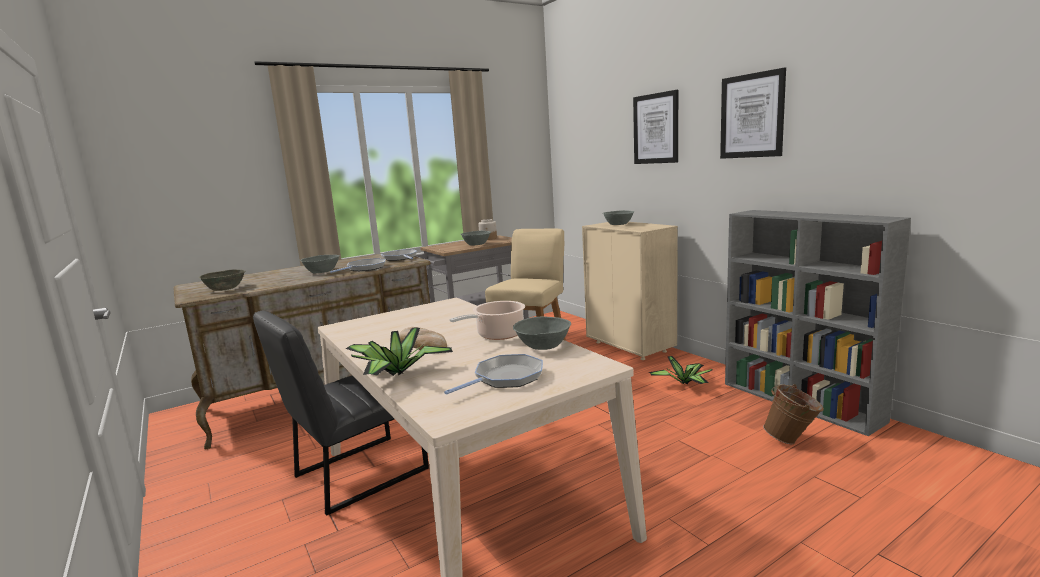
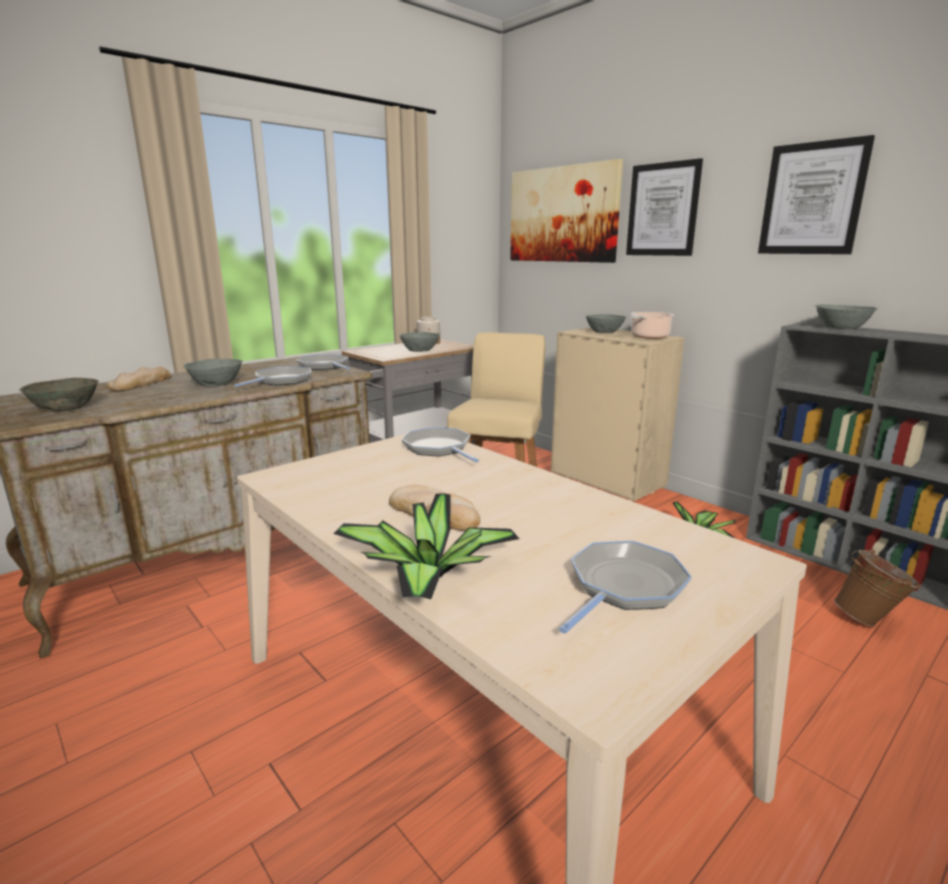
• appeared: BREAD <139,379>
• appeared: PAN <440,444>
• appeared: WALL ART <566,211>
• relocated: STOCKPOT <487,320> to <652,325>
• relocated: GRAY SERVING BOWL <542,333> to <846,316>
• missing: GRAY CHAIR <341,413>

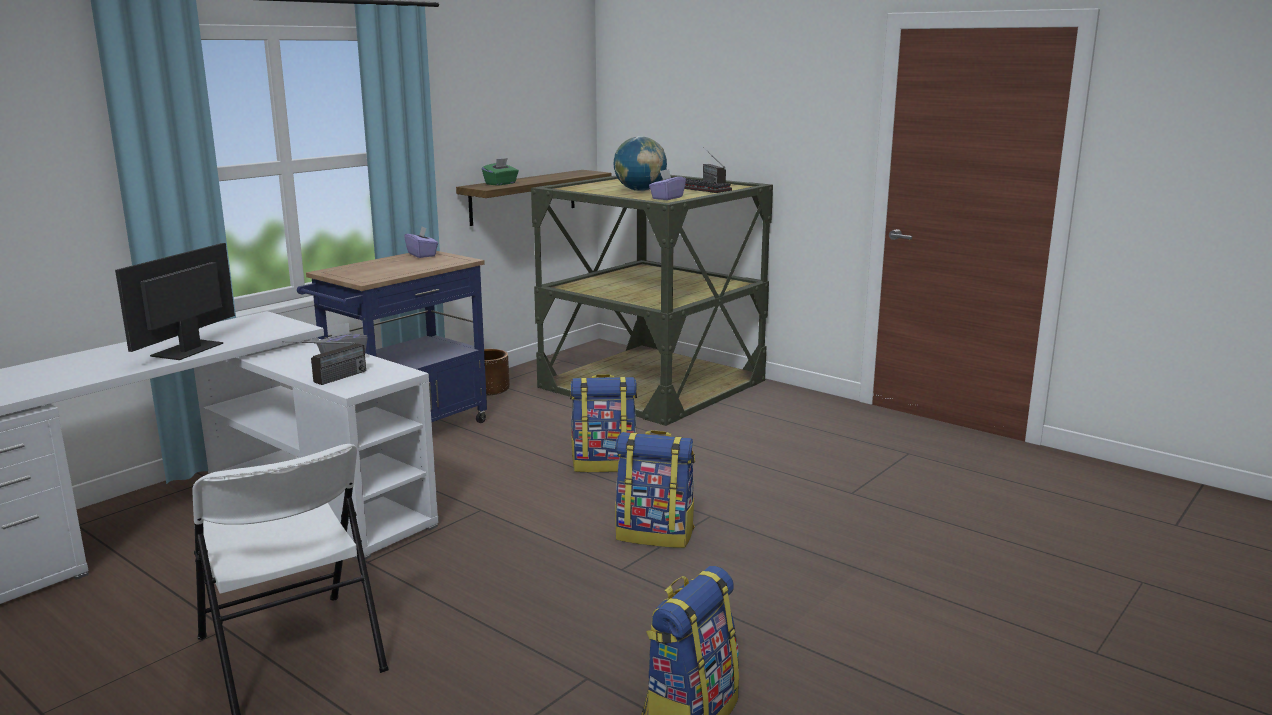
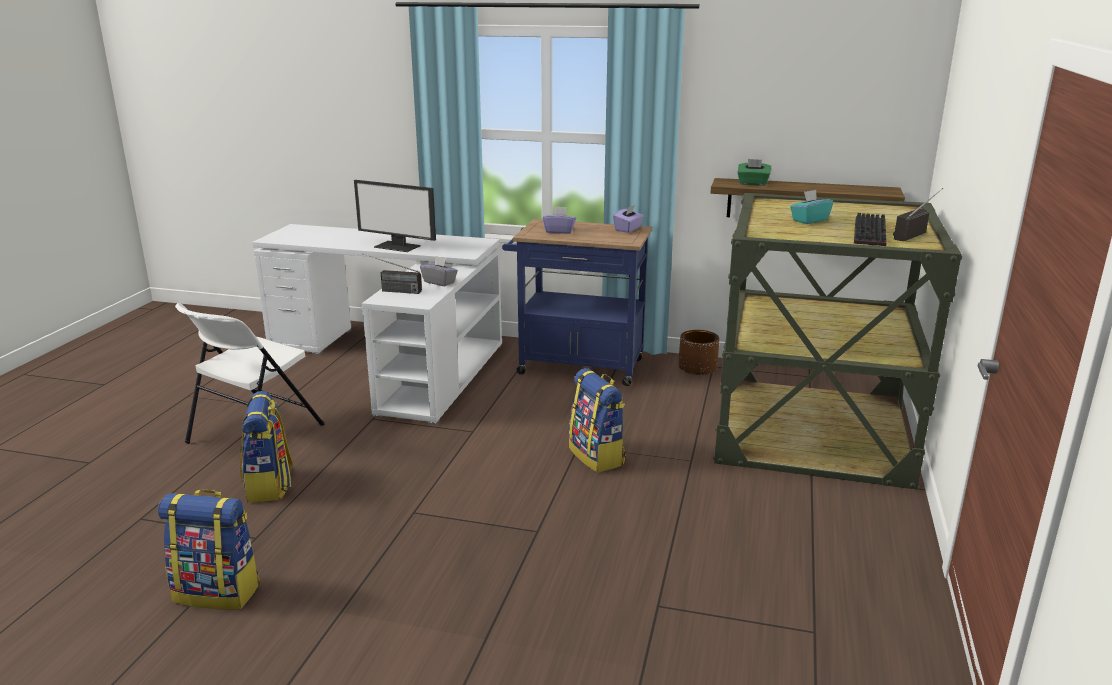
• relocated: RUCKSACK <655,489> to <267,447>
• spun: MONITOR <175,301> = <395,216> 150 degrees counterclockwise
• relocated: PURPLISH BOX OF TISSUES <667,184> to <559,220>
• exchanged: DESK GLOBE <640,163> to TURQUOISE BOX OF TISSUES <811,207>

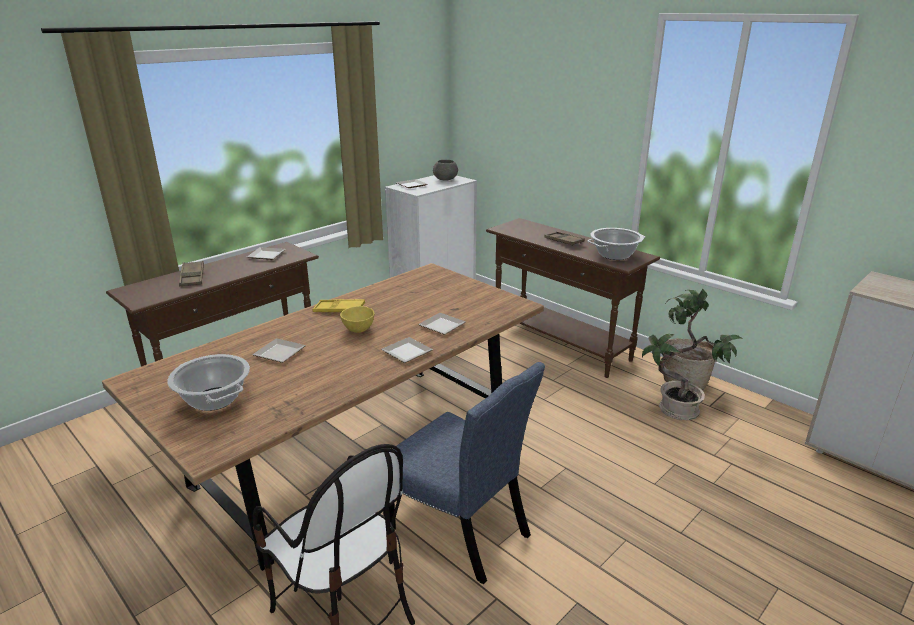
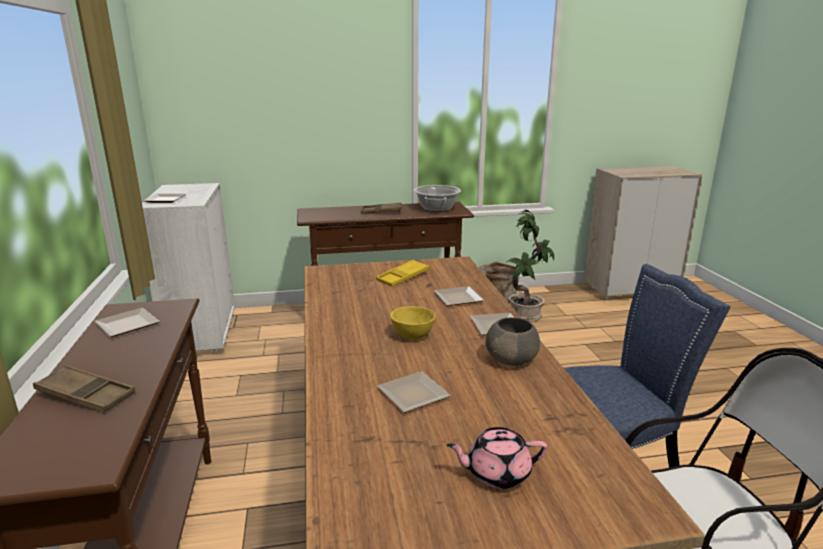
• relocated: YELLOWISH TRAY <338,305> to <402,273>
• exchanged: STOCKPOT <208,382> to PINKISH POT FOR TEA <497,458>
• relocated: GRAY SERVING BOWL <445,170> to <513,341>

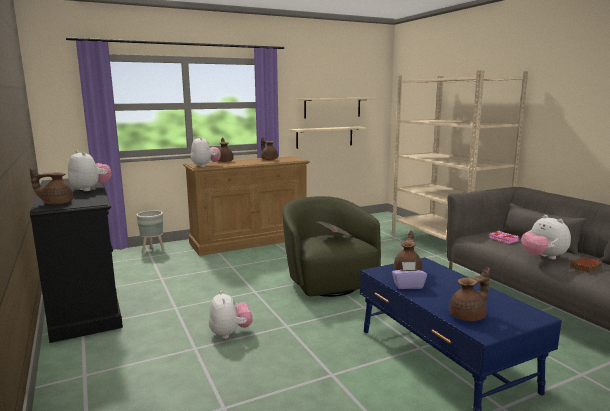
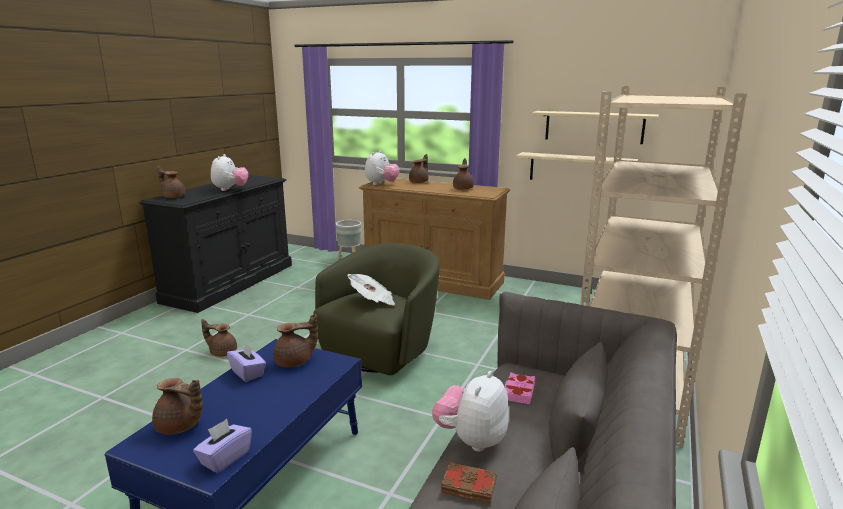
• appeared: PURPLISH BOX OF TISSUES <222,446>
• exchanged: PLUSH TOY <231,315> to BROWNISH POT FOR TEA <219,338>

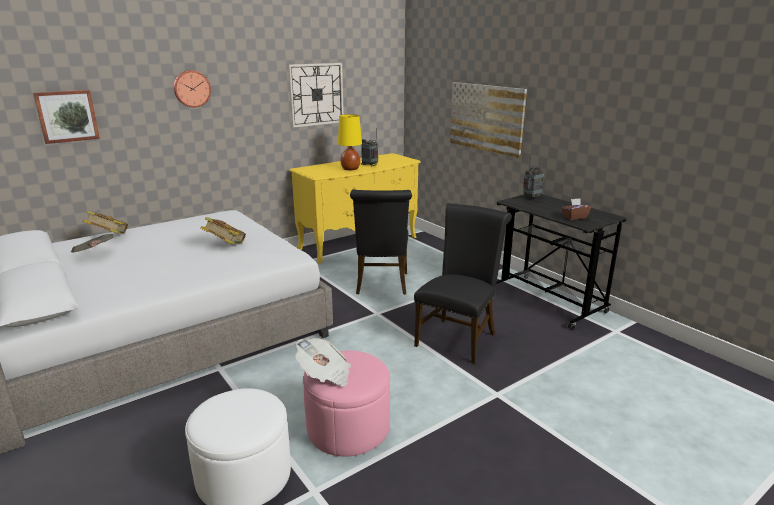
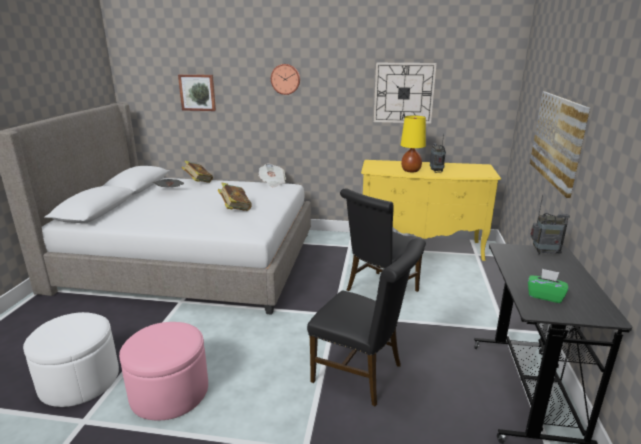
• relocated: DAILY PAPER <323,362> to <272,175>
• spun: BLACK CHAIR <463,283> = <366,322> 45 degrees clockwise
• colour: BROWNISH BOX OF TISSUES <576,209> to GREEN-COLOURED BOX OF TISSUES <548,285>

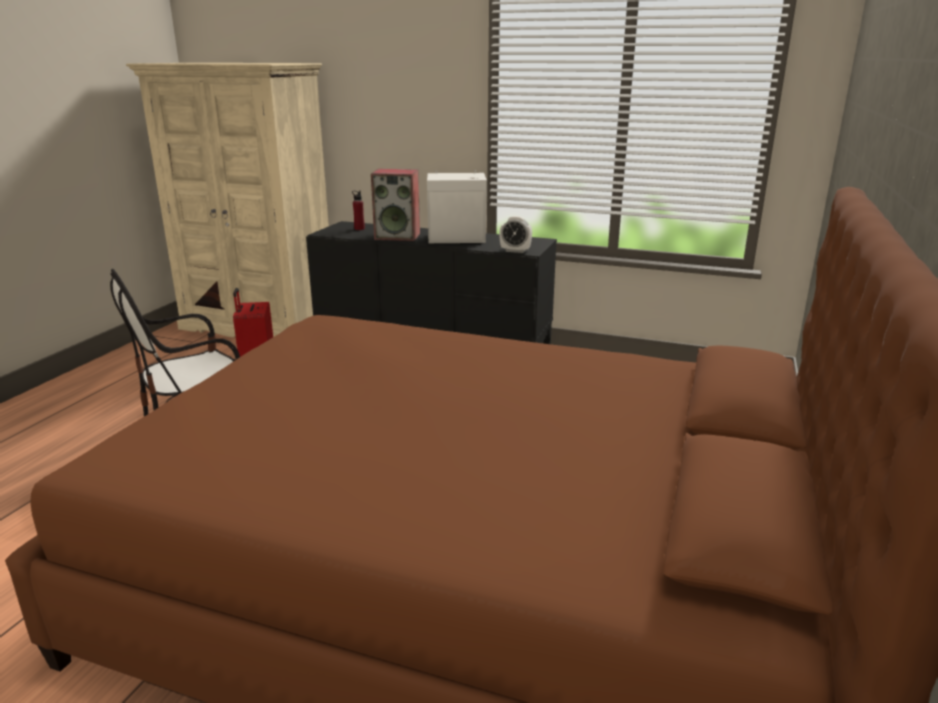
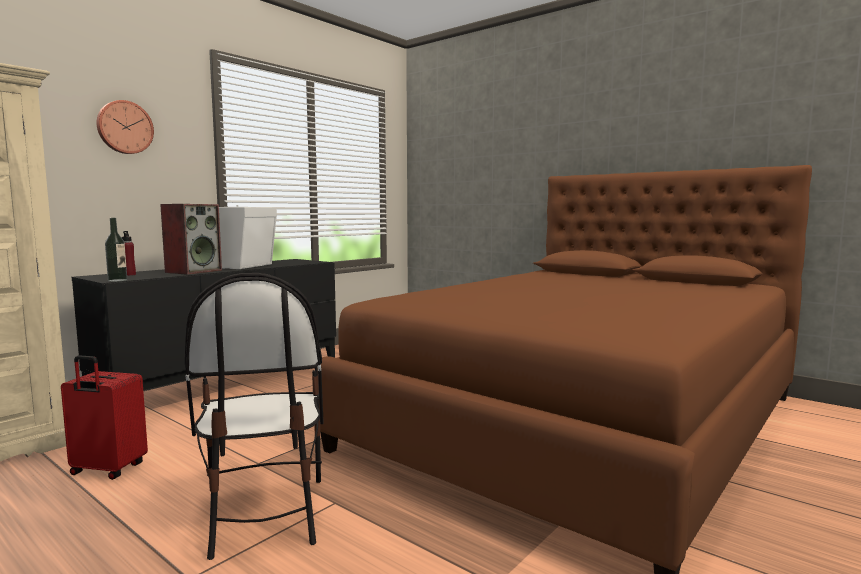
• appeared: CLOCK ON THE WALL <125,127>
• appeared: DRINK BOTTLE <116,250>
• missing: TABLE CLOCK <515,234>

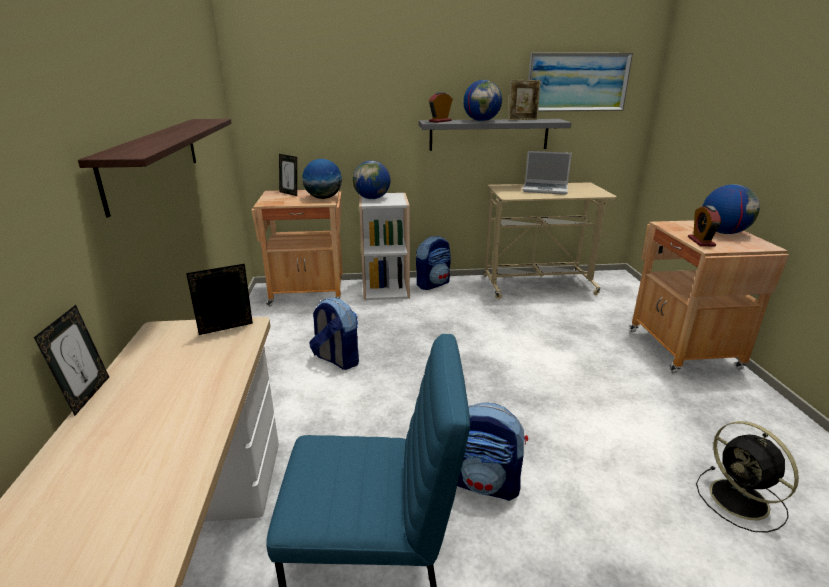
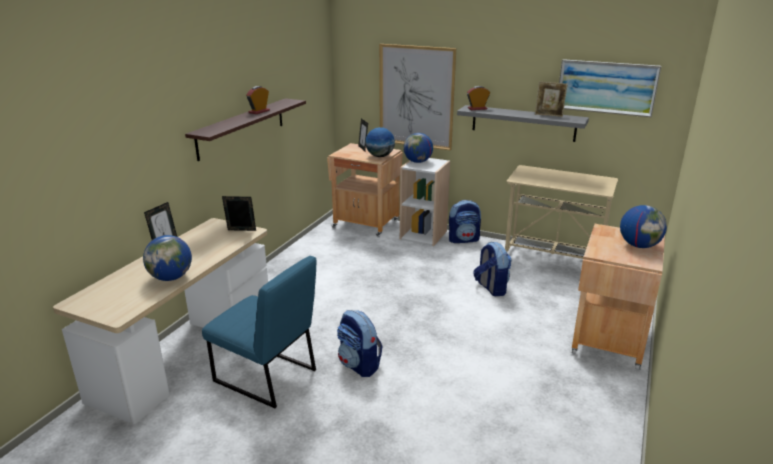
• relocated: DESK GLOBE <482,100> to <167,258>
• relocated: TABLE CLOCK <704,226> to <258,100>
• appeared: WALL ART <417,97>
• relocated: RUCKSACK <334,334> to <492,269>
• missing: LAPTOP <547,173>
• missing: BLACK FAN <747,477>

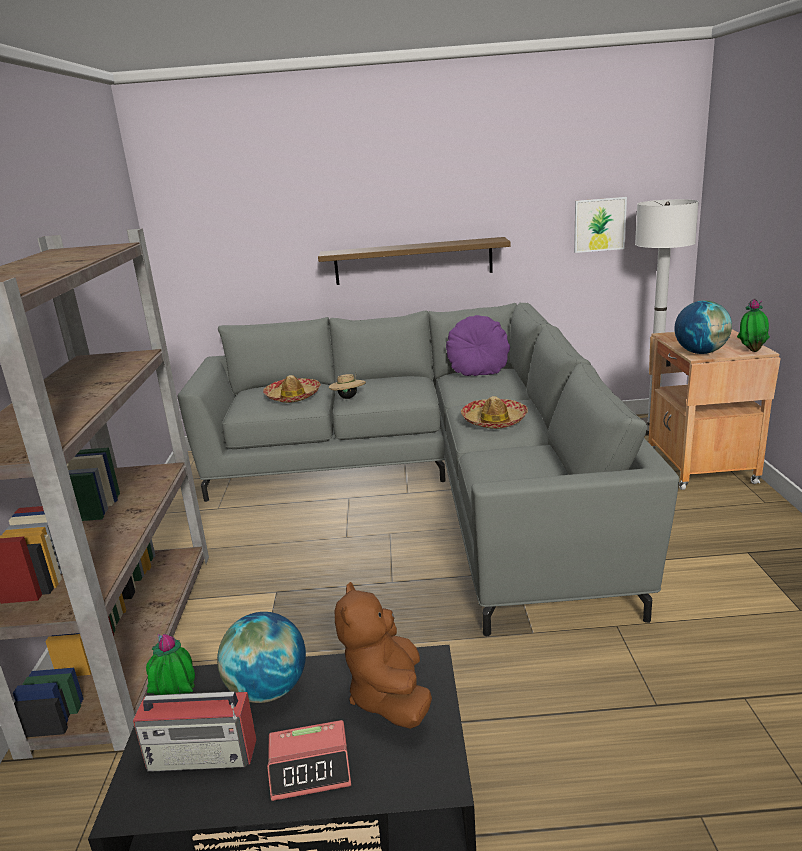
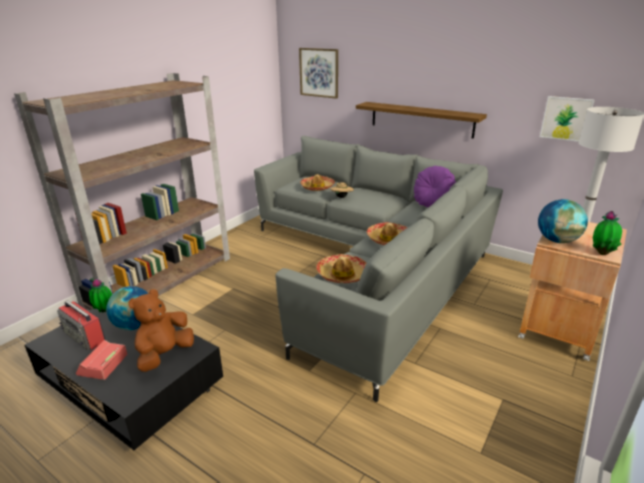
• spun: TABLE CLOCK <309,760> = <101,360> 75 degrees clockwise
• appeared: WALL ART <318,73>
• appeared: HAT <341,268>

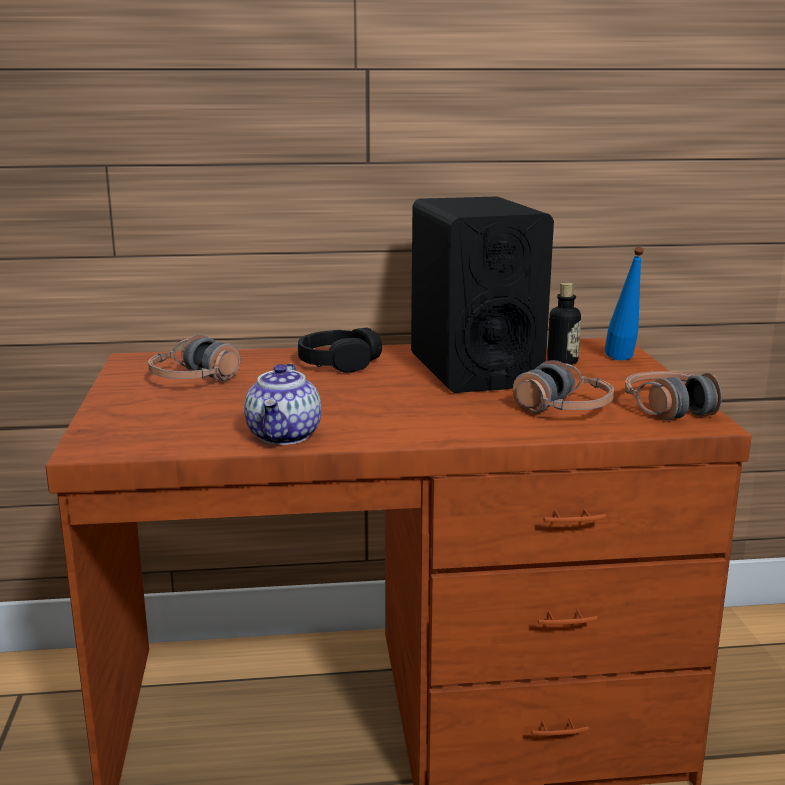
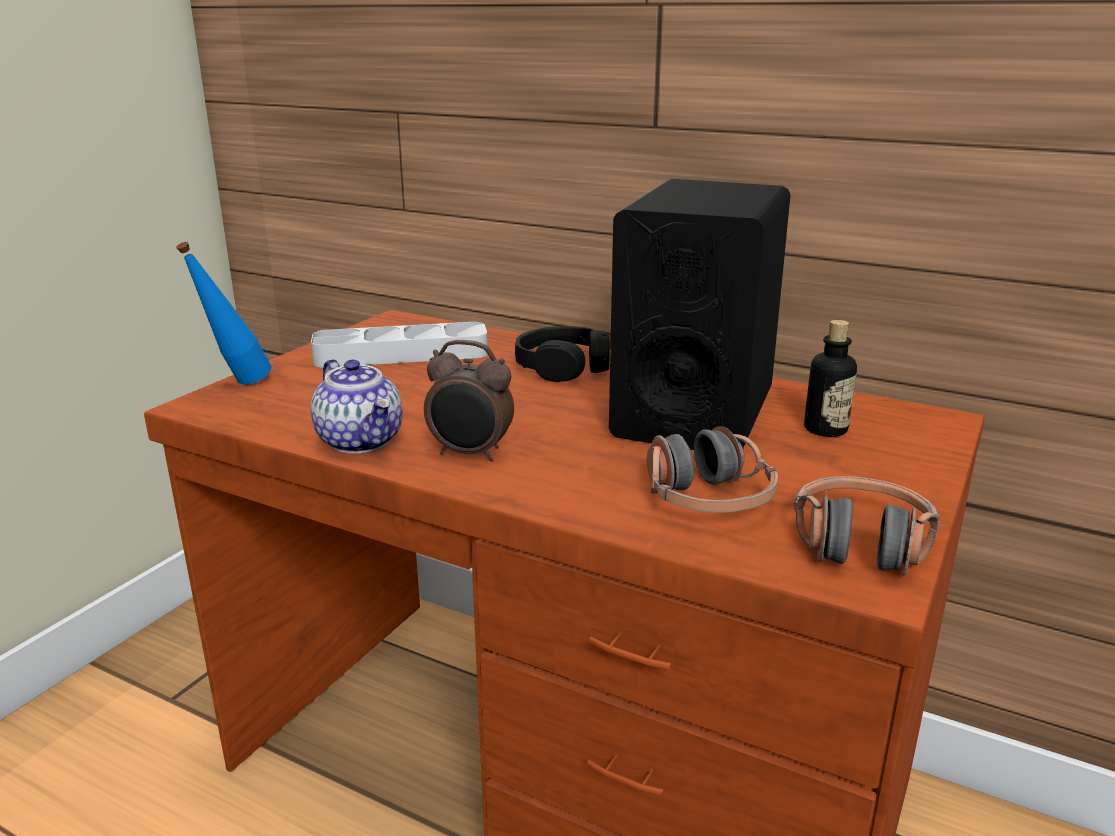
• relocated: BLUISH DRINK BOTTLE <624,303> to <223,313>
• exchanged: HEADPHONES <194,358> to GRAY TRAY <399,345>
• spun: POT FOR TEA <282,404> = <356,406> 75 degrees counterclockwise
• appeared: TABLE CLOCK <469,400>

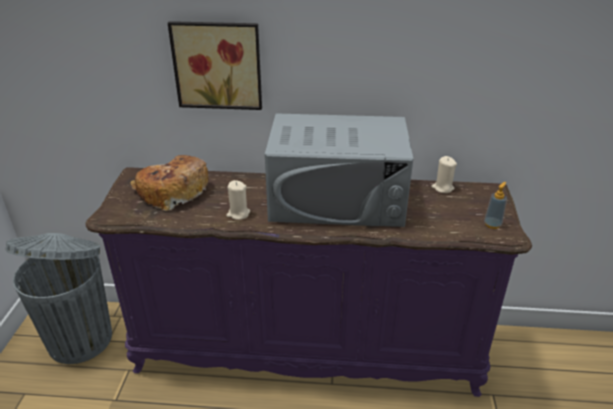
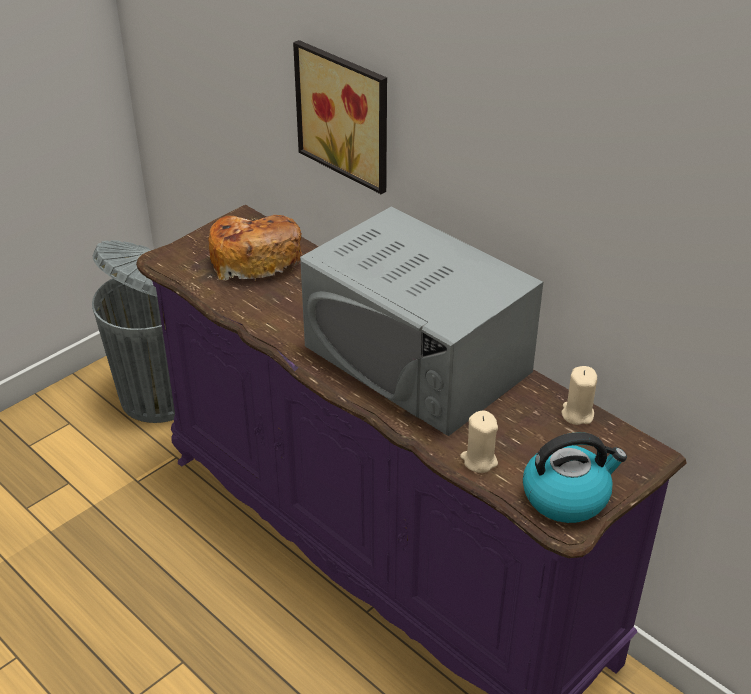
• relocated: BEIGE-COLOURED WAX LIGHT <238,200> to <479,442>
• exchanged: LIQUID SOAP BOTTLE <495,205> to WATER KETTLE <575,477>

